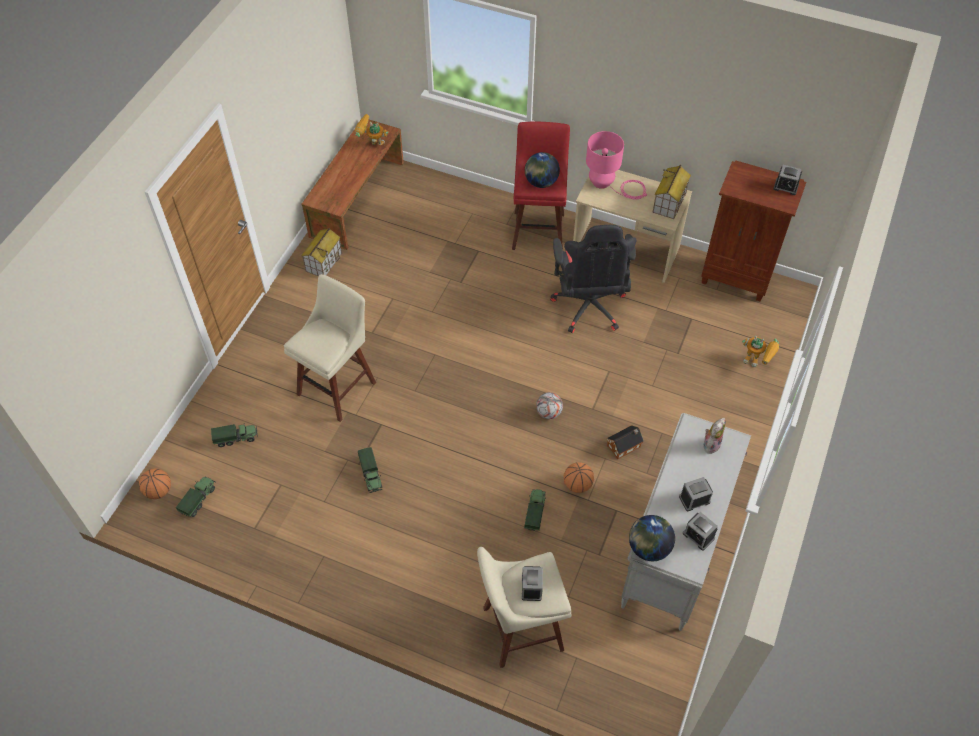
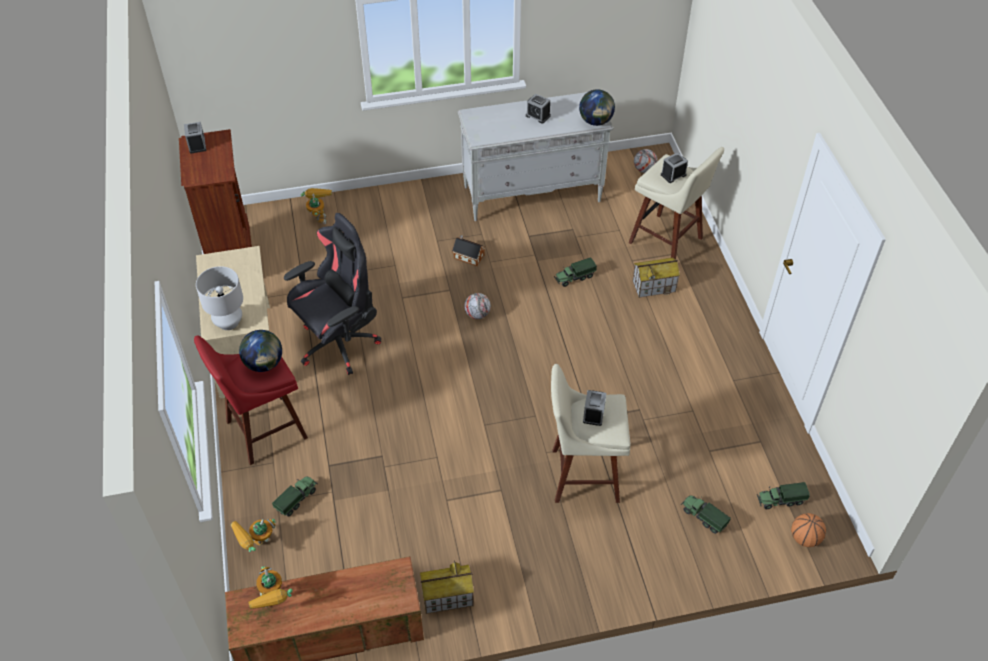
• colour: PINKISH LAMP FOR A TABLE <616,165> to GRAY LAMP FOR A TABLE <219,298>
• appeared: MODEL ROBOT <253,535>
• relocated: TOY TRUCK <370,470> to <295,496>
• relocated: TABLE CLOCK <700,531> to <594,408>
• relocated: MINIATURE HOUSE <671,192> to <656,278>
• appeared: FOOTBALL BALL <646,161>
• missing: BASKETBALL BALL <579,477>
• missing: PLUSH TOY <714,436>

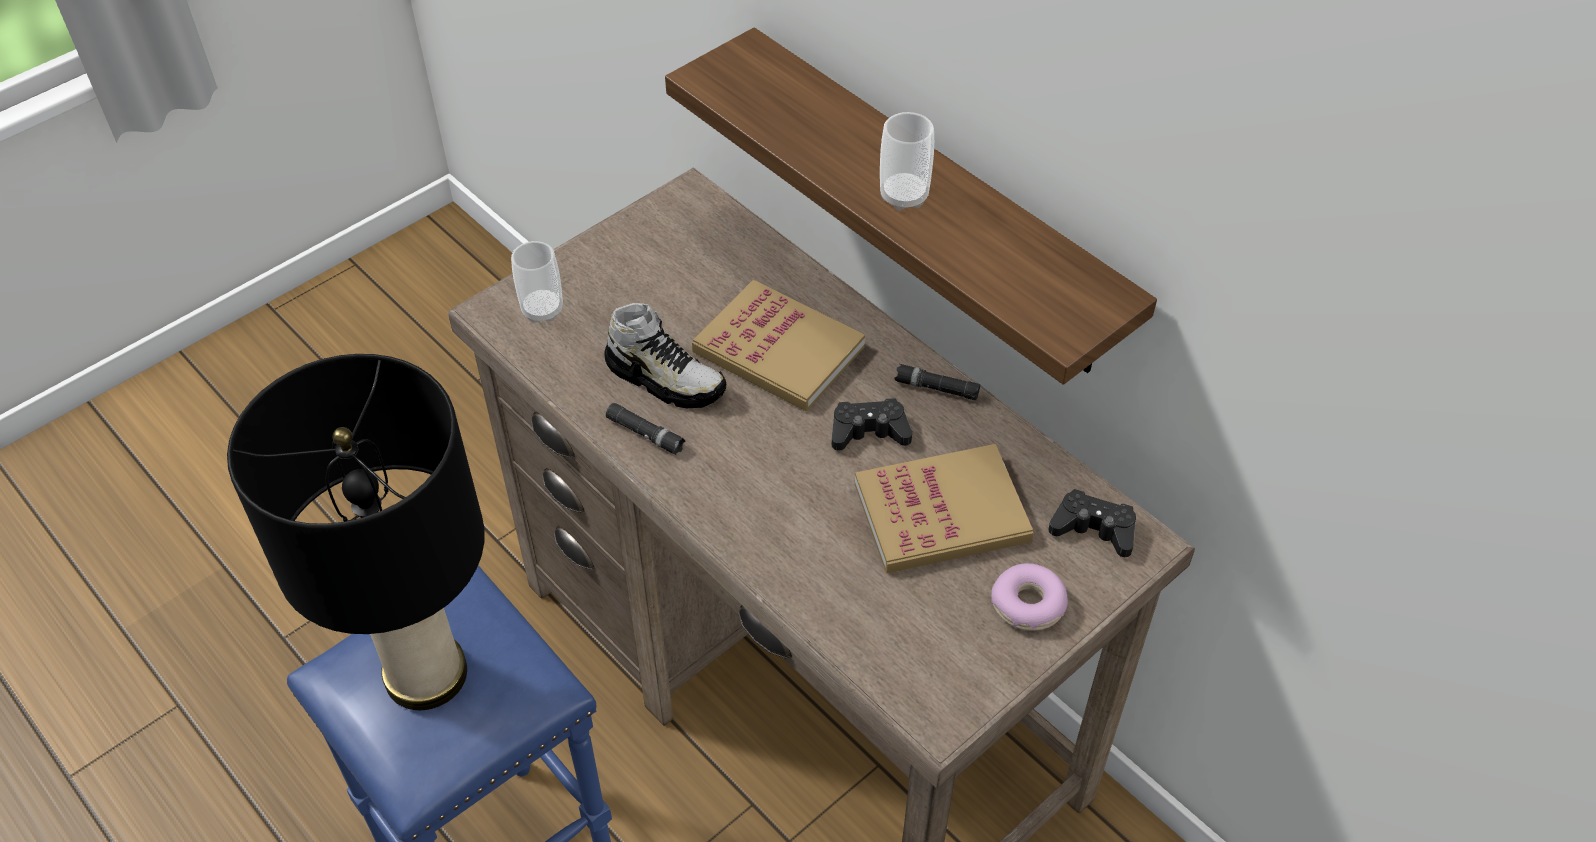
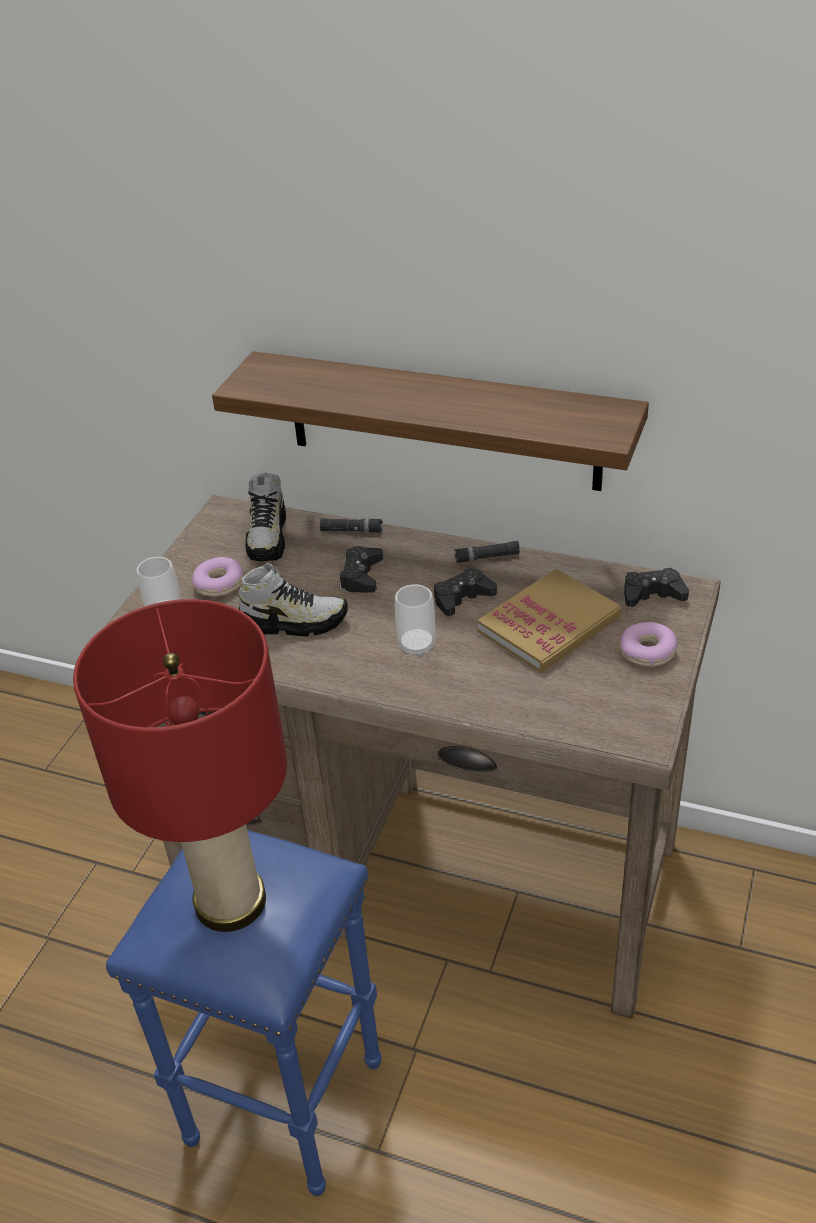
• colour: BLACK LAMP FOR A TABLE <356,532> to RED-COLOURED LAMP FOR A TABLE <180,765>
• appeared: DONUT <218,577>
• appeared: ITEM OF FOOTWEAR <265,516>
• relocated: BLACK TORCH <645,429> to <351,525>
• exchanged: VOLUME <778,345> to BLACK JOYPAD <361,569>
• relocated: SMALL CUP <907,161> to <415,620>

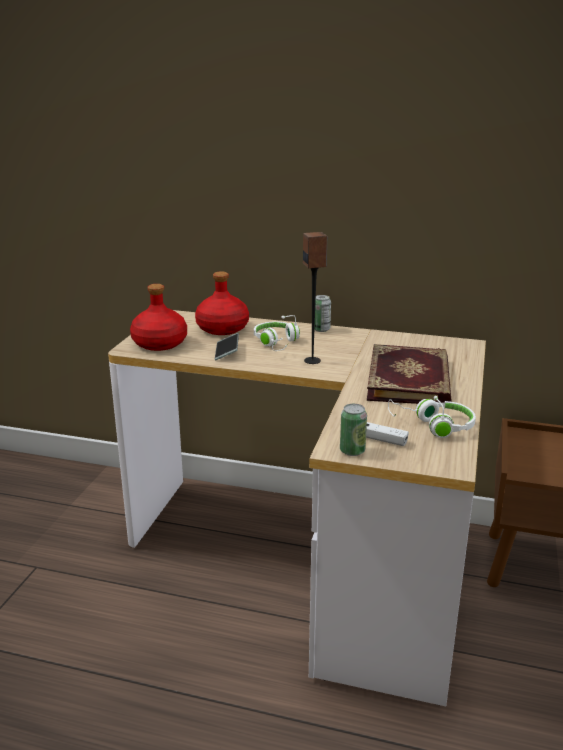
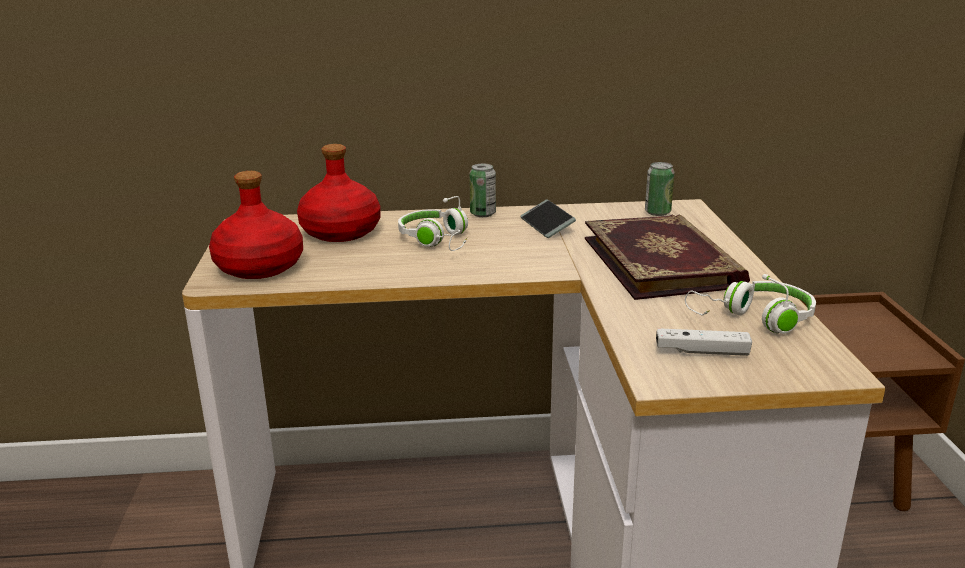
• relocated: PHONE <227,346> to <548,219>
• relocated: CAN <353,430> to <660,189>
• missing: AUDIO SPEAKER <315,298>

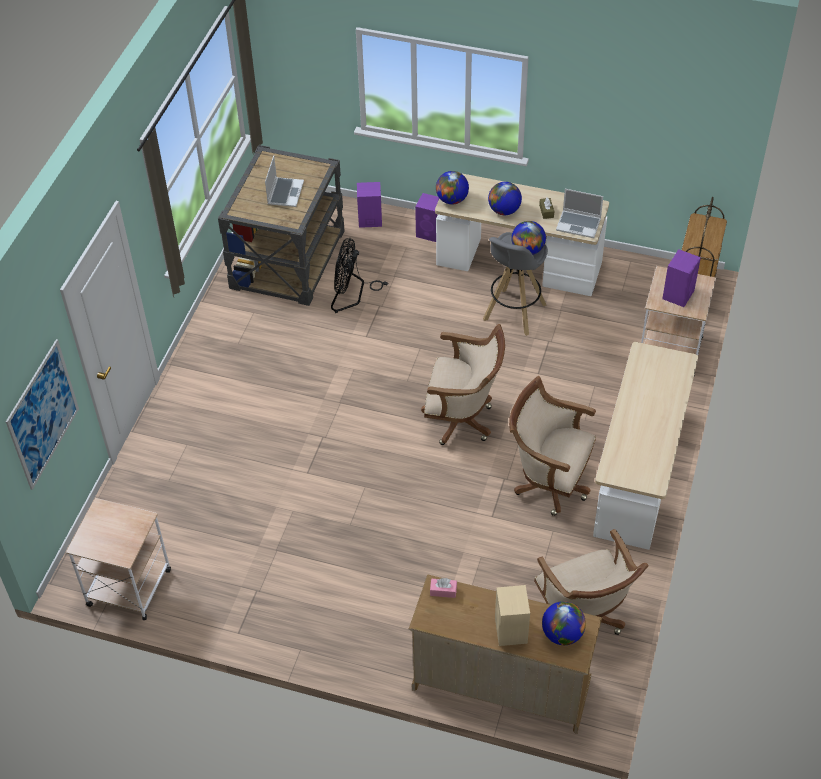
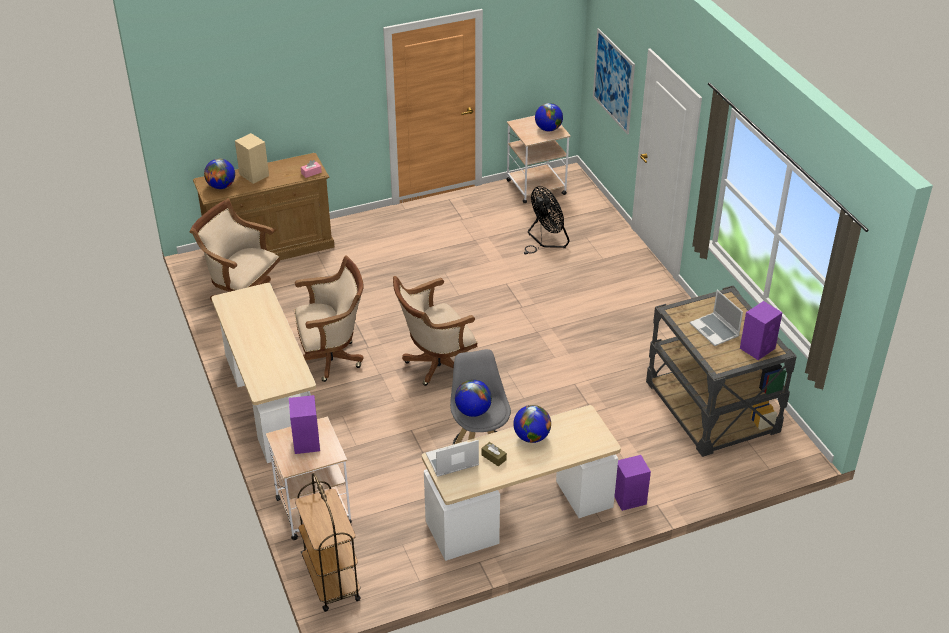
• relocated: BLACK FAN <359,275> to <546,220>
• relocated: DESK GLOBE <452,187> to <549,117>
• relocated: PURPLISH AUDIO SPEAKER <369,205> to <761,330>

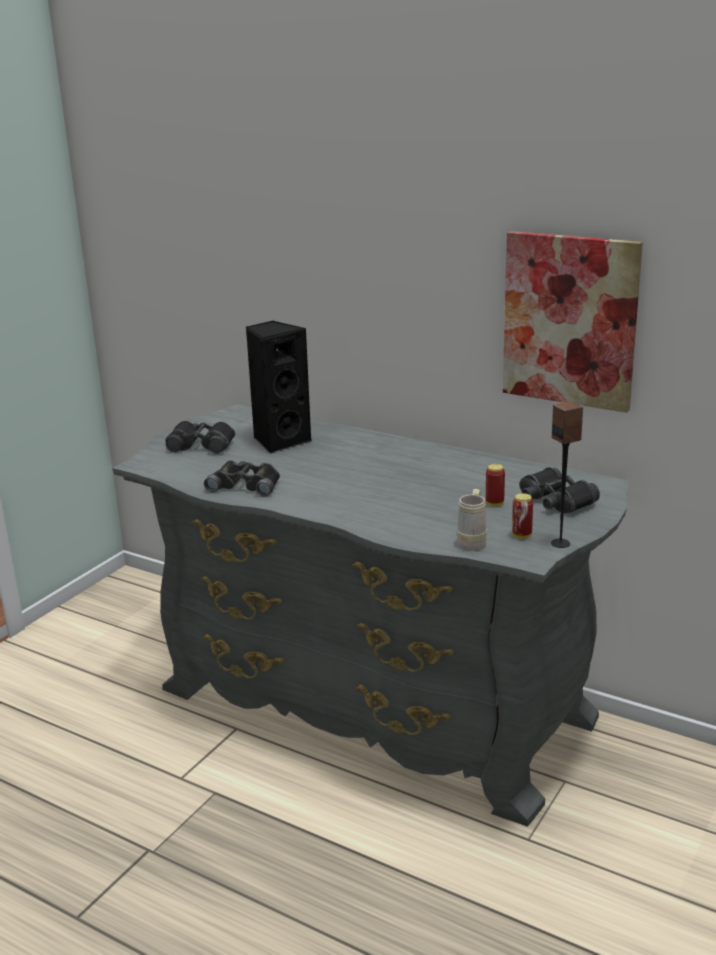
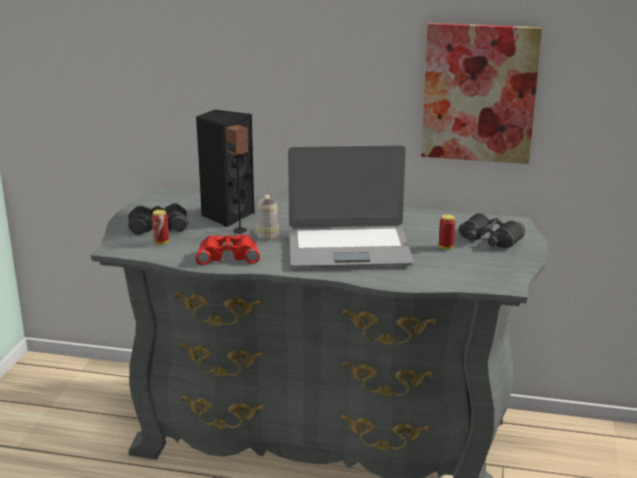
• relocated: CAN <522,515> to <160,227>
• colour: BLACK PAIR OF BINOCULARS <242,478> to RED-COLOURED PAIR OF BINOCULARS <228,250>
• relocated: AUDIO SPEAKER <567,474> to <237,179>
• relocated: BEIGE-COLOURED MUG <471,520> to <267,217>
• appeared: LAPTOP <351,206>

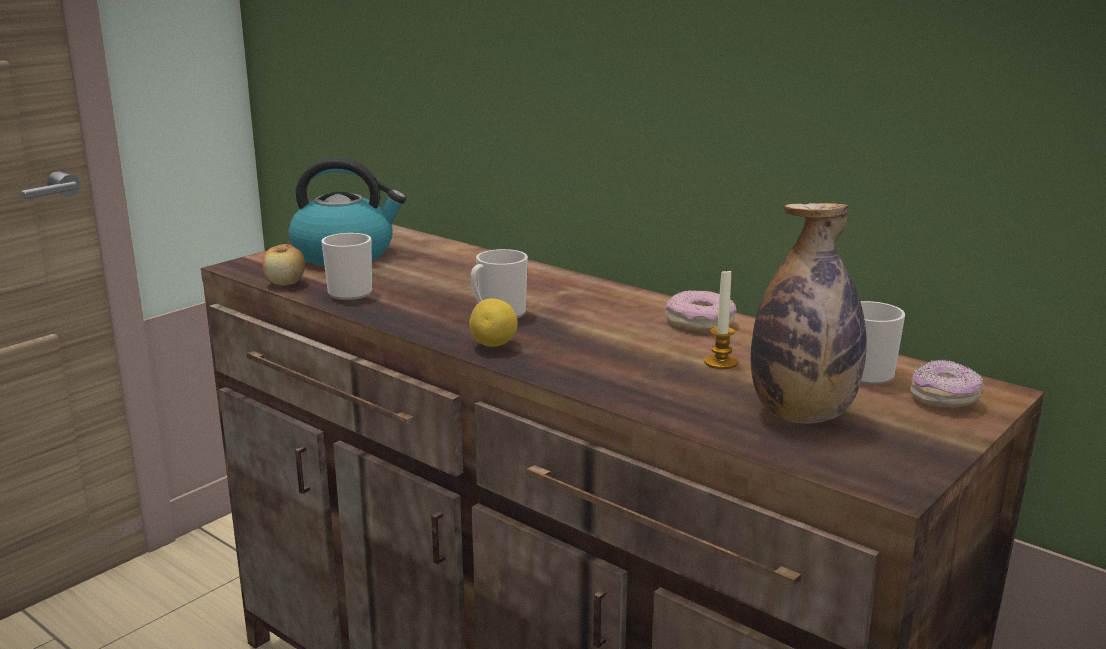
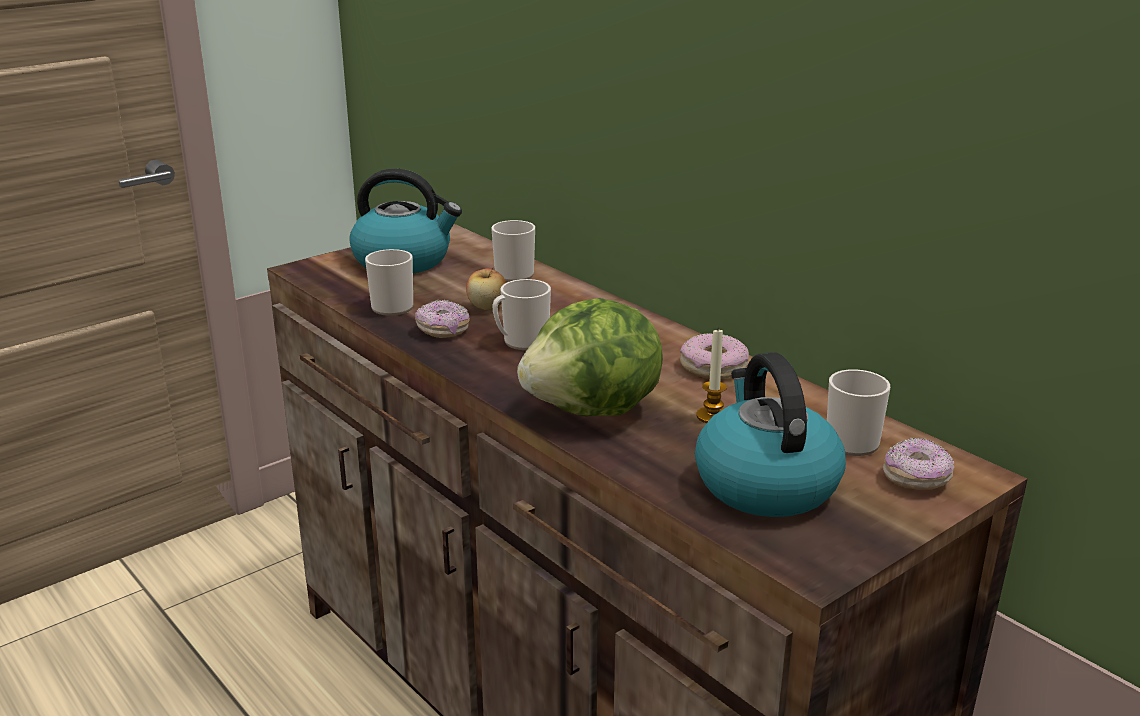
• appeared: DONUT <442,319>
• relocated: APPLE <283,264> to <486,288>
• appeared: MUG <513,251>
• appeared: LETTUCE HEAD <590,357>
• exchanged: DRINK BOTTLE <809,313> to WATER KETTLE <770,434>
• missing: CITRUS FRUIT <493,322>

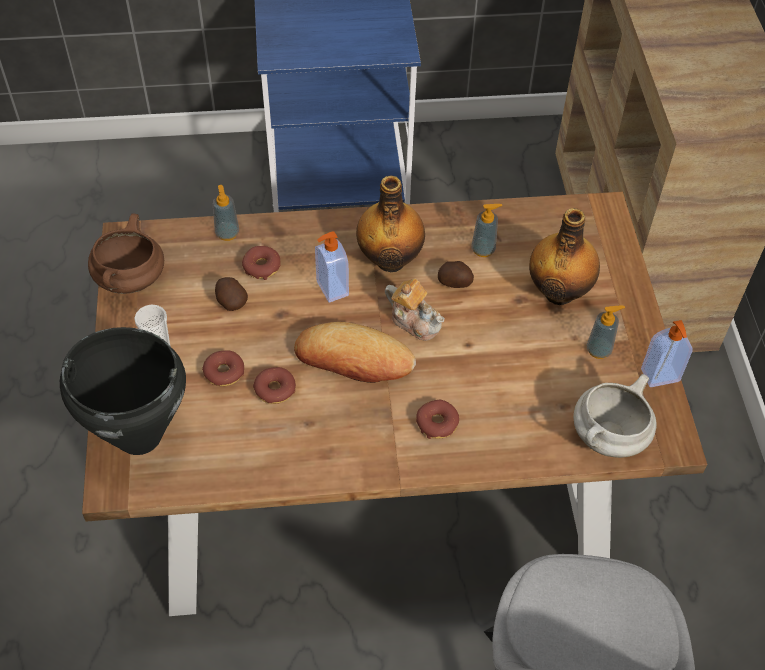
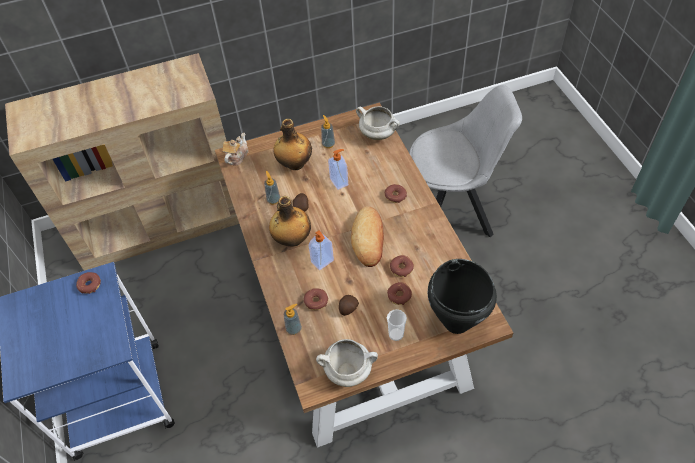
• appeared: DONUT <88,283>
• relocated: POT FOR TEA <415,309> to <236,149>
• colour: BROWNISH STOCKPOT <126,253> to WHITE STOCKPOT <347,363>
• relocated: LIQUID SOAP BOTTLE <667,353> to <338,169>

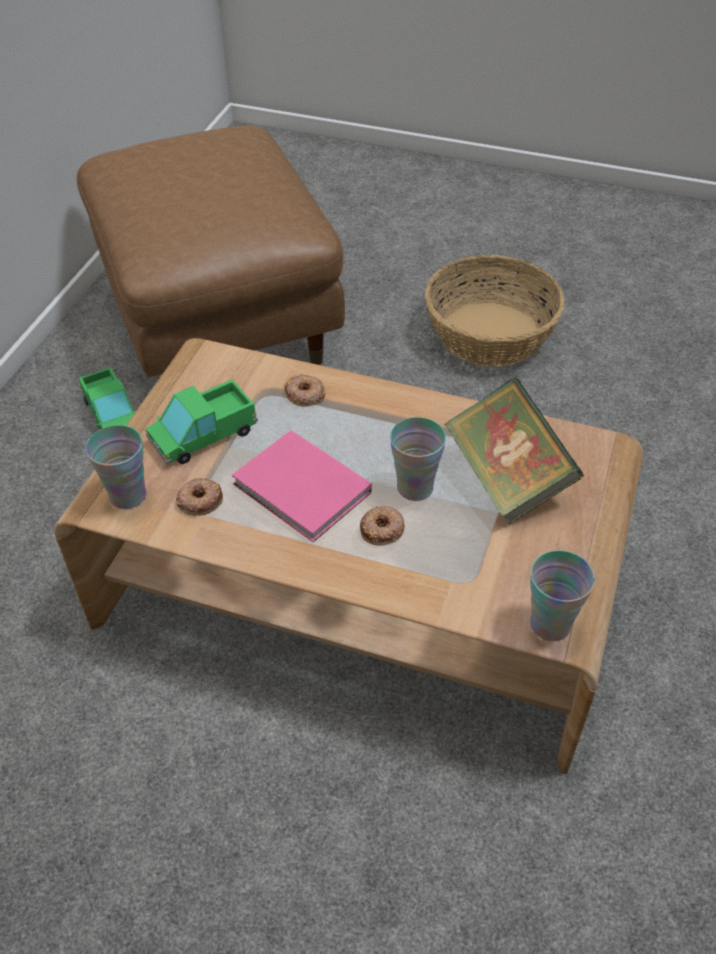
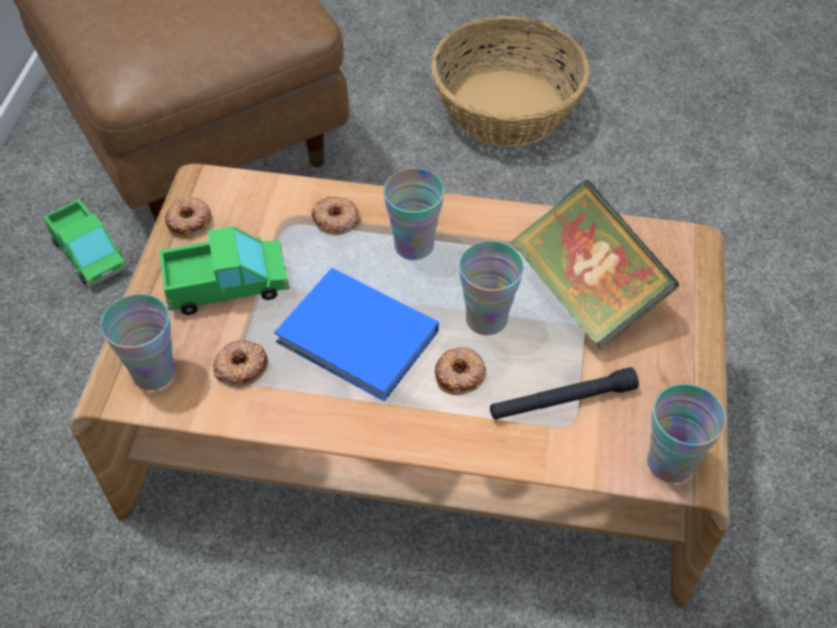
• spun: TOY TRUCK <201,422> = <224,270> 150 degrees counterclockwise
• appeared: DONUT <188,217>
• colour: PINKISH VOLUME <302,486> to BLUISH VOLUME <356,334>
• appeared: SMALL CUP <413,214>
• appeared: BLACK TORCH <564,393>

